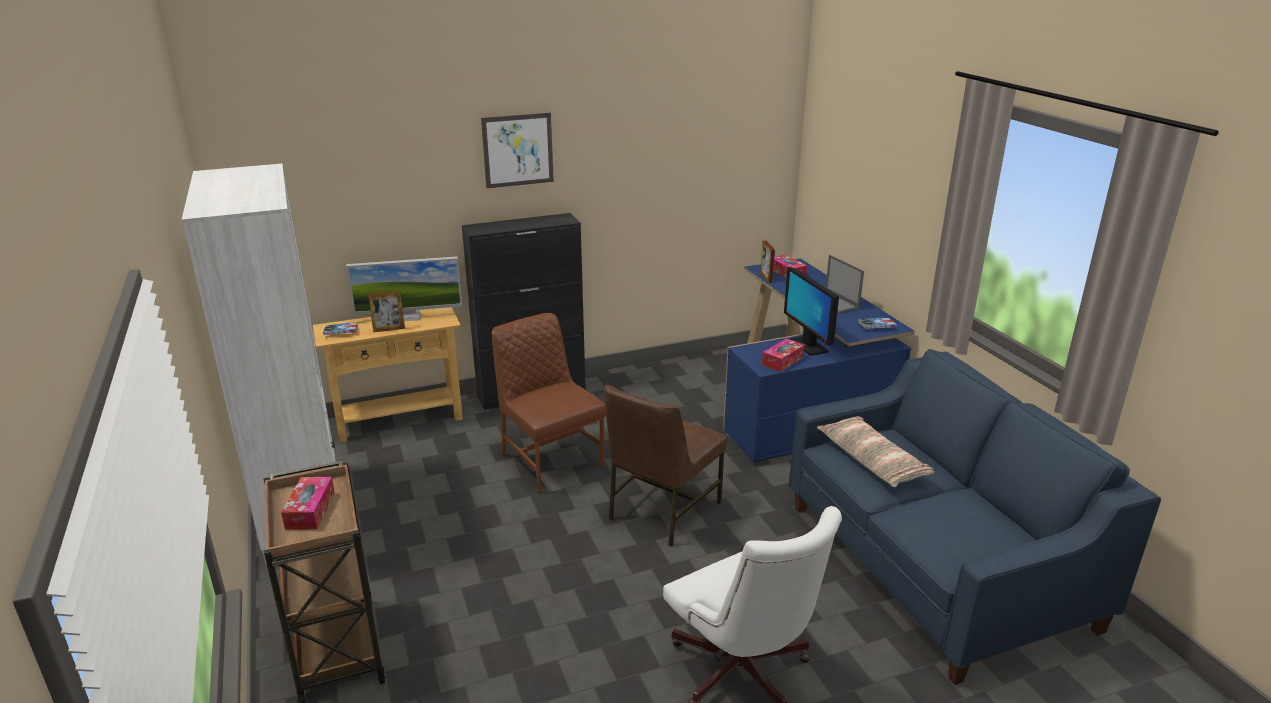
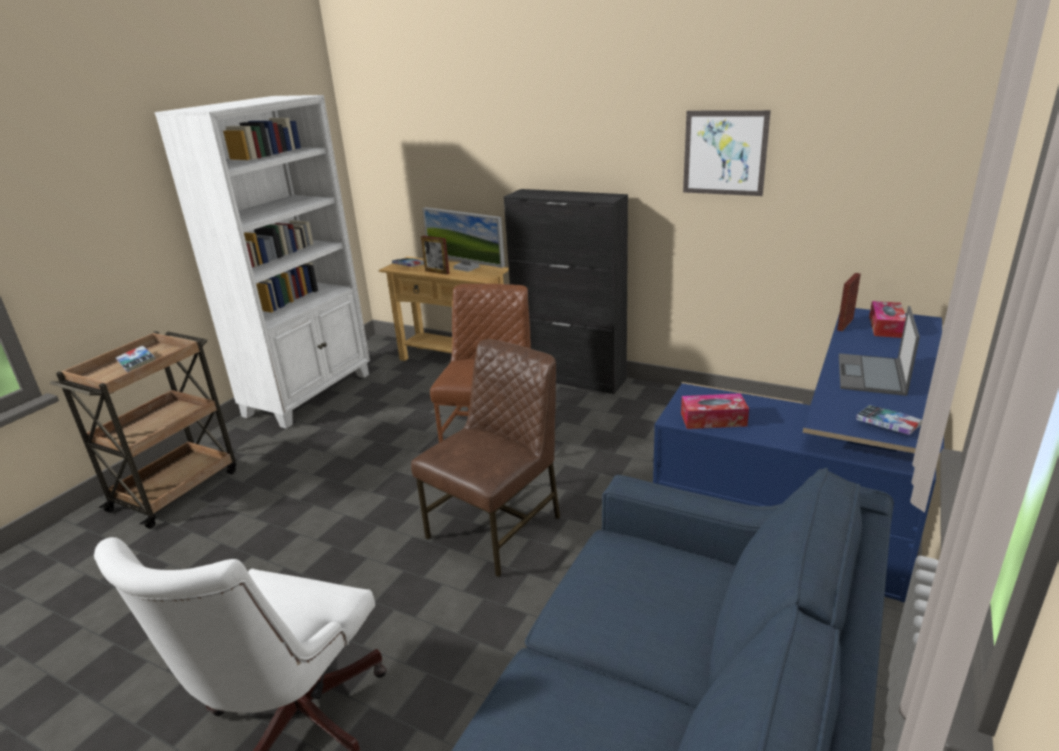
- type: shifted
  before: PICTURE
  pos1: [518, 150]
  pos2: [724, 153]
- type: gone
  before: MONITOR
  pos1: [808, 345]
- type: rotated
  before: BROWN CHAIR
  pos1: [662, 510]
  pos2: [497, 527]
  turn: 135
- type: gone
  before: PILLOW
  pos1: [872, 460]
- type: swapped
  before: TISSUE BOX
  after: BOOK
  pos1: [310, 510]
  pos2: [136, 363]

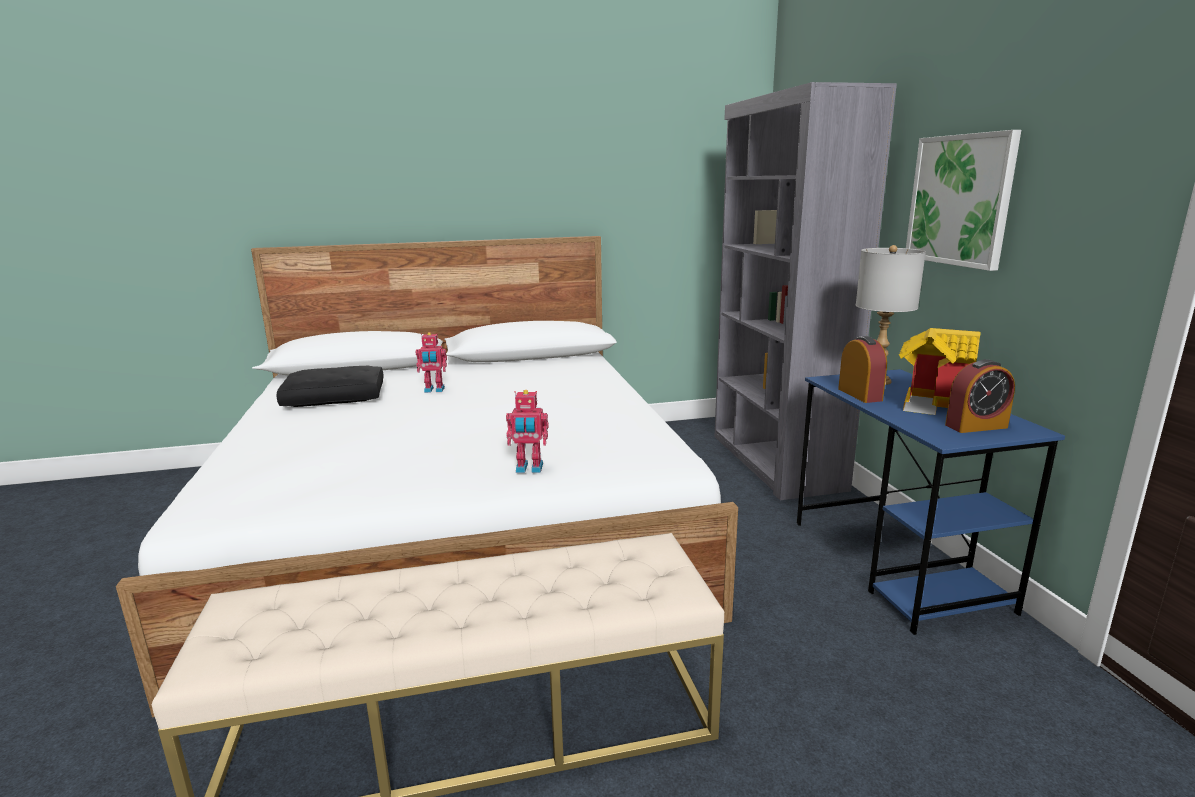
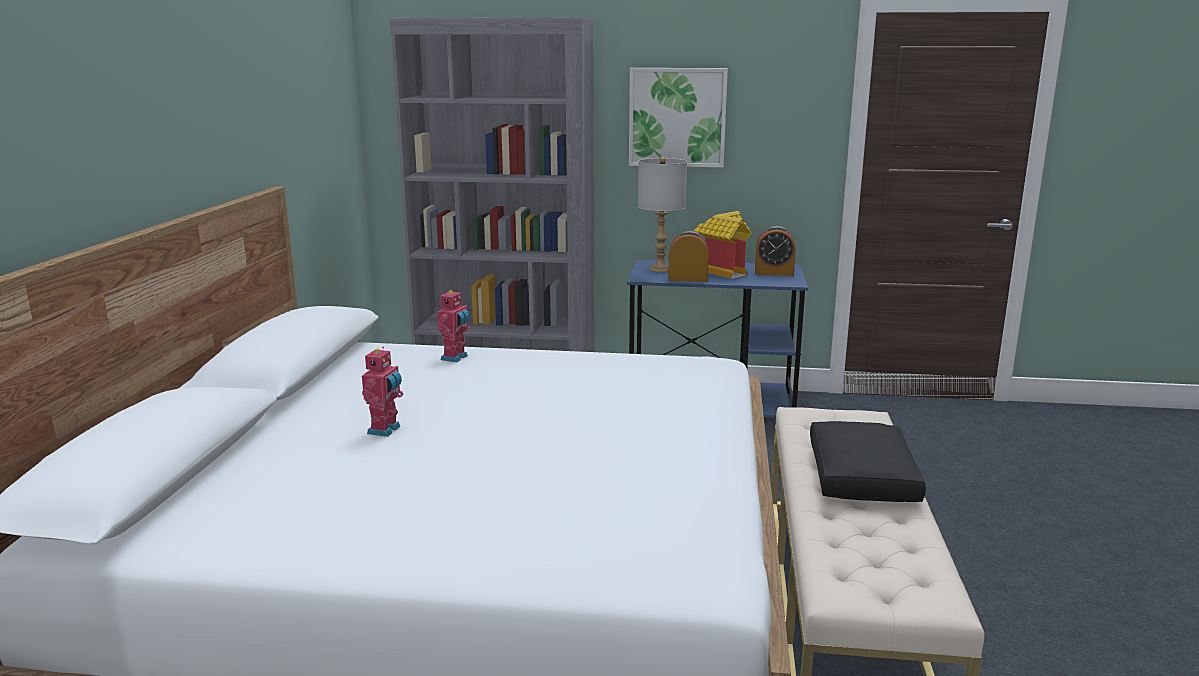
- type: rotated
  before: ALARM CLOCK
  pos1: [976, 426]
  pos2: [774, 273]
  turn: 90
- type: shifted
  before: BLACK PILLOW
  pos1: [336, 397]
  pos2: [859, 476]
- type: shifted
  before: TOY ROBOT
  pos1: [529, 469]
  pos2: [455, 358]

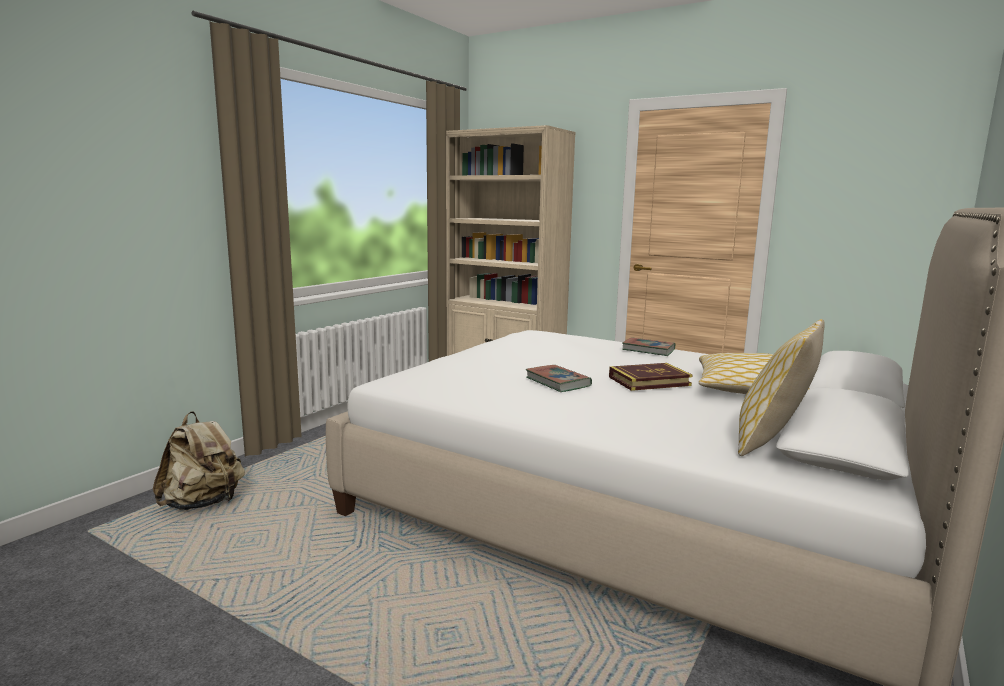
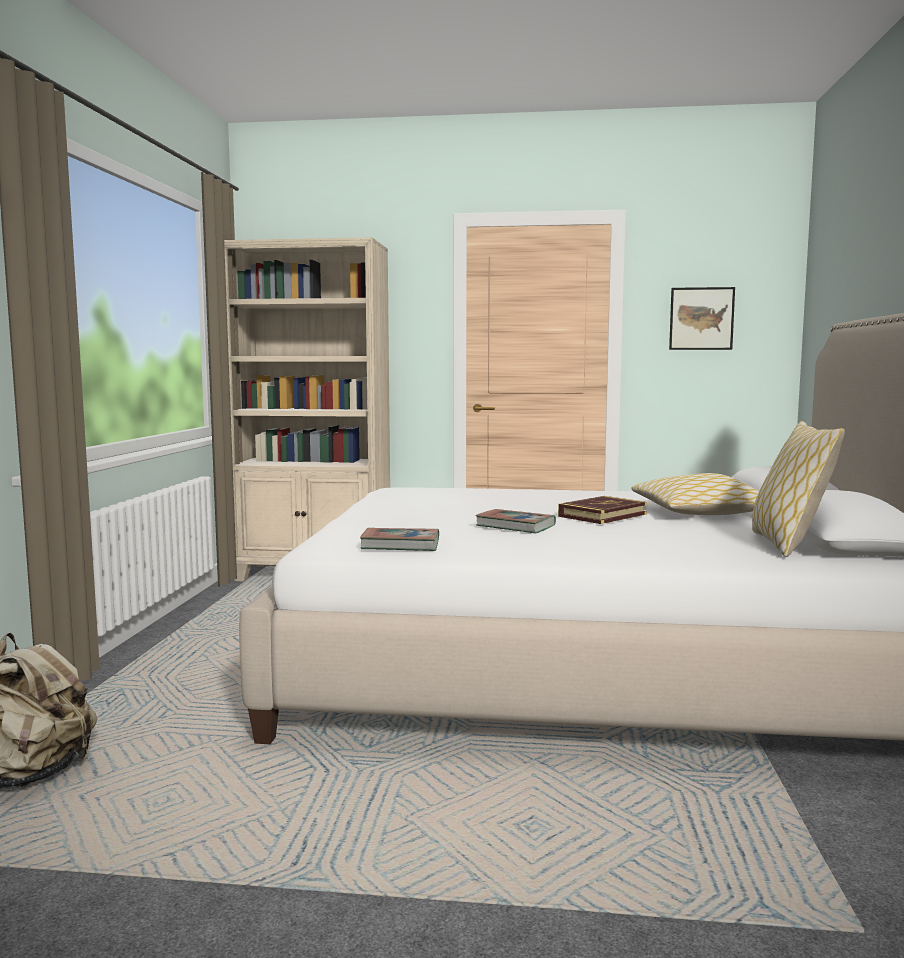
- type: shifted
  before: BOOK
  pos1: [648, 350]
  pos2: [400, 545]
- type: new
  after: PICTURE
  pos2: [701, 318]

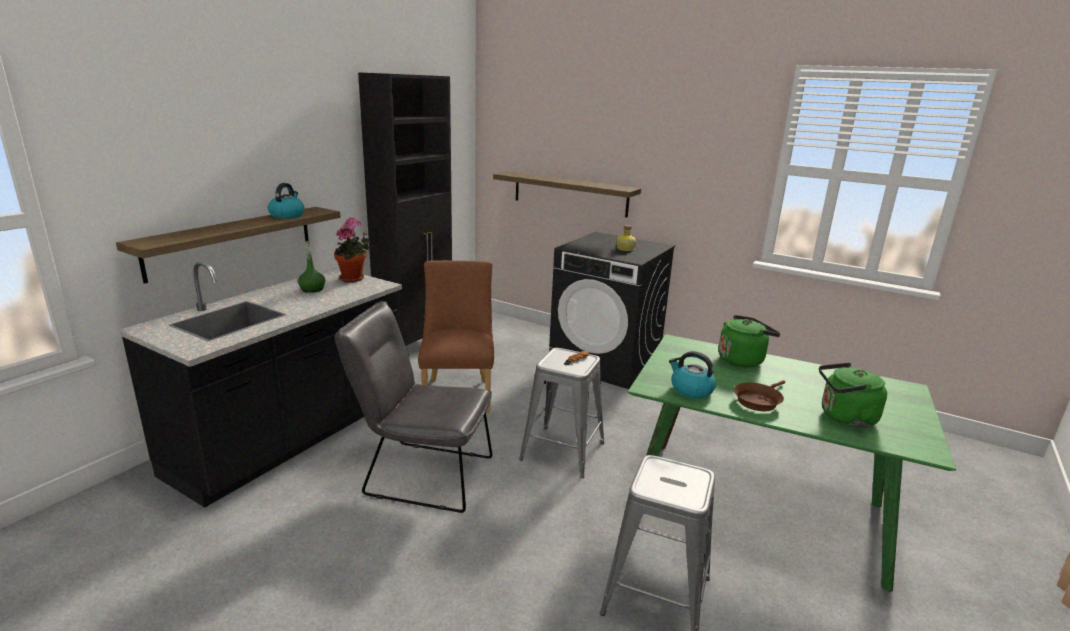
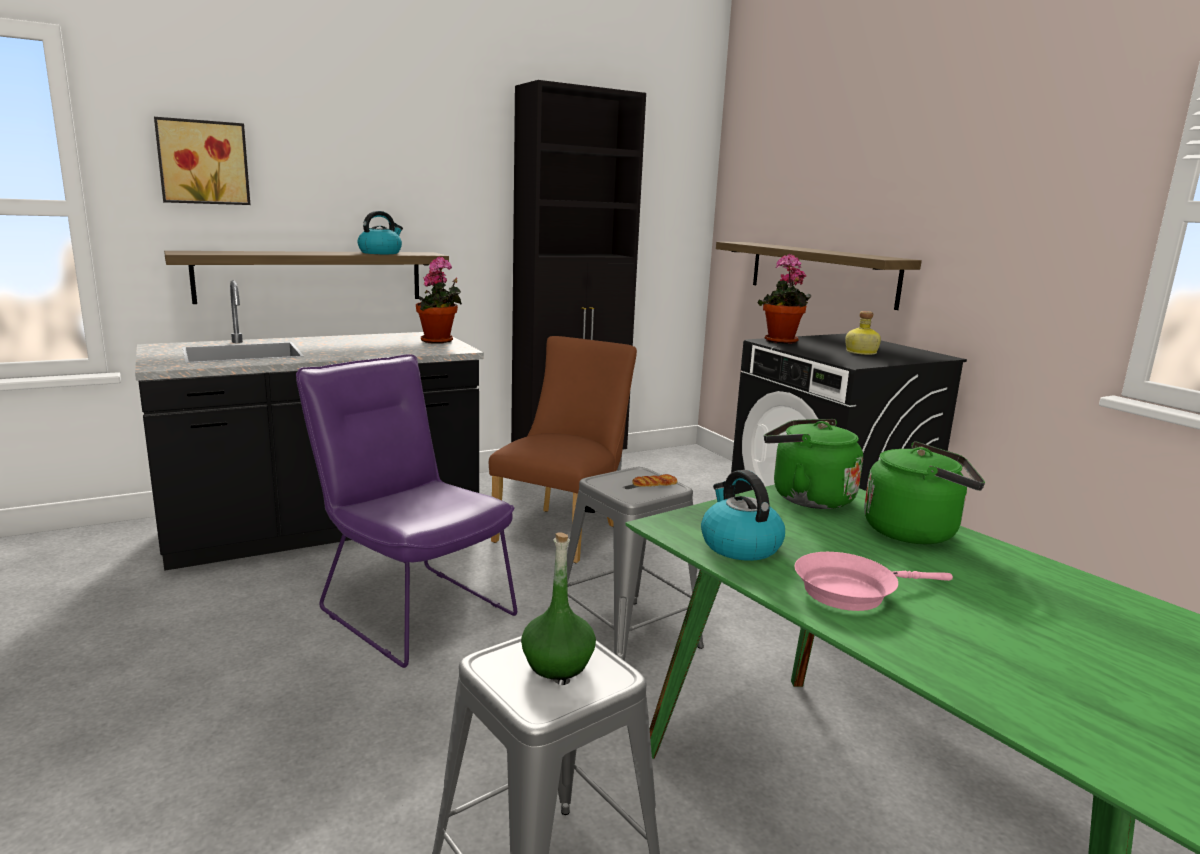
- type: shifted
  before: GREEN BOTTLE
  pos1: [312, 289]
  pos2: [558, 664]
- type: repainted
  before: GREY CHAIR
  after: PURPLE CHAIR
  pos1: [421, 474]
  pos2: [410, 607]
- type: shifted
  before: GREEN KETTLE
  pos1: [844, 417]
  pos2: [806, 497]
- type: repainted
  before: BROWN FRYING PAN
  after: PINK FRYING PAN
  pos1: [758, 400]
  pos2: [851, 591]
- type: new
  after: PICTURE
  pos2: [203, 162]
- type: new
  after: POTTED PLANT
  pos2: [781, 341]

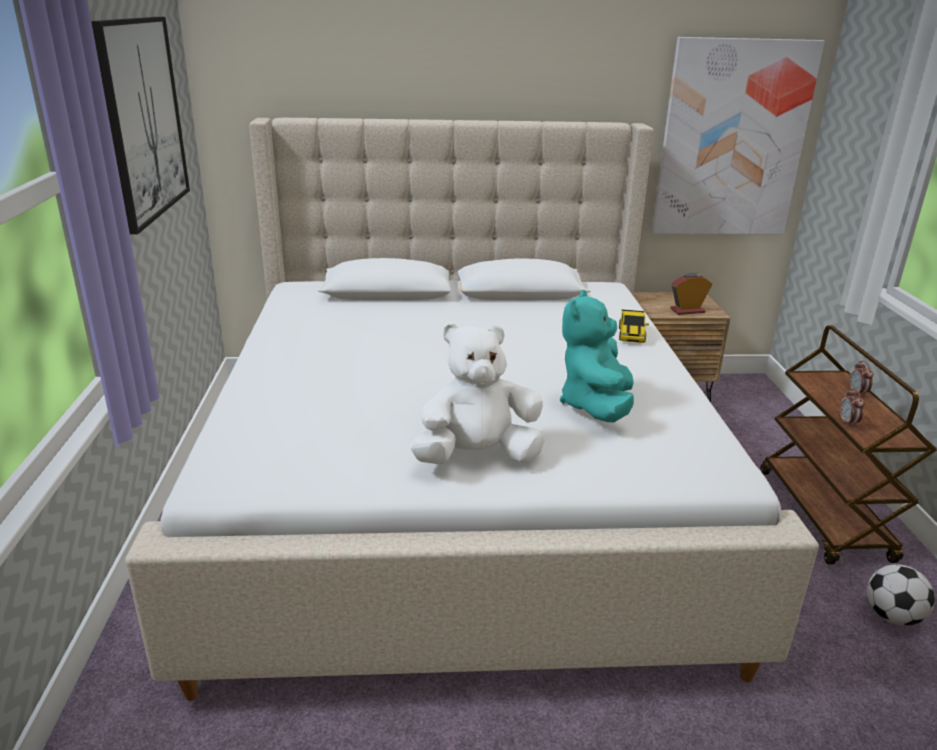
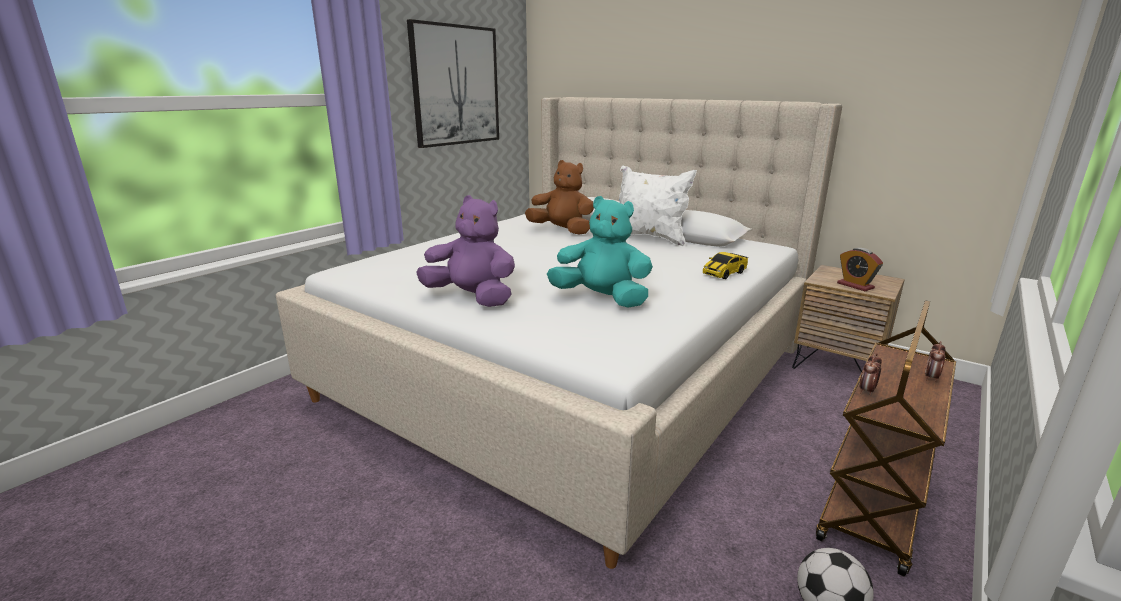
- type: gone
  before: PICTURE
  pos1: [731, 140]
- type: rotated
  before: ALARM CLOCK
  pos1: [687, 311]
  pos2: [855, 285]
  turn: -150
- type: rotated
  before: TURQUOISE PLUSH TOY
  pos1: [596, 406]
  pos2: [602, 299]
  turn: 60
- type: repainted
  before: WHITE PLUSH TOY
  after: PURPLE PLUSH TOY
  pos1: [477, 457]
  pos2: [472, 298]
- type: new
  after: BROWN PLUSH TOY
  pos2: [562, 231]
- type: new
  after: WHITE PILLOW
  pos2: [649, 239]

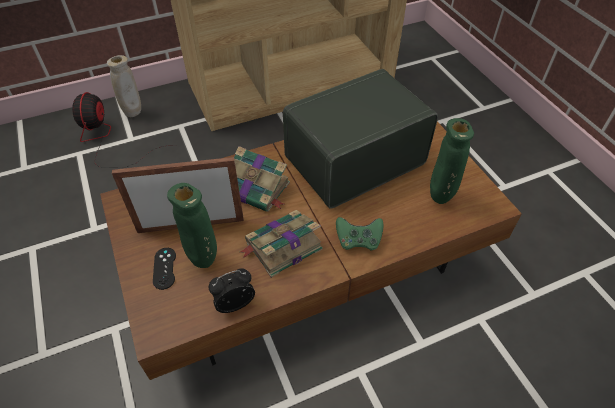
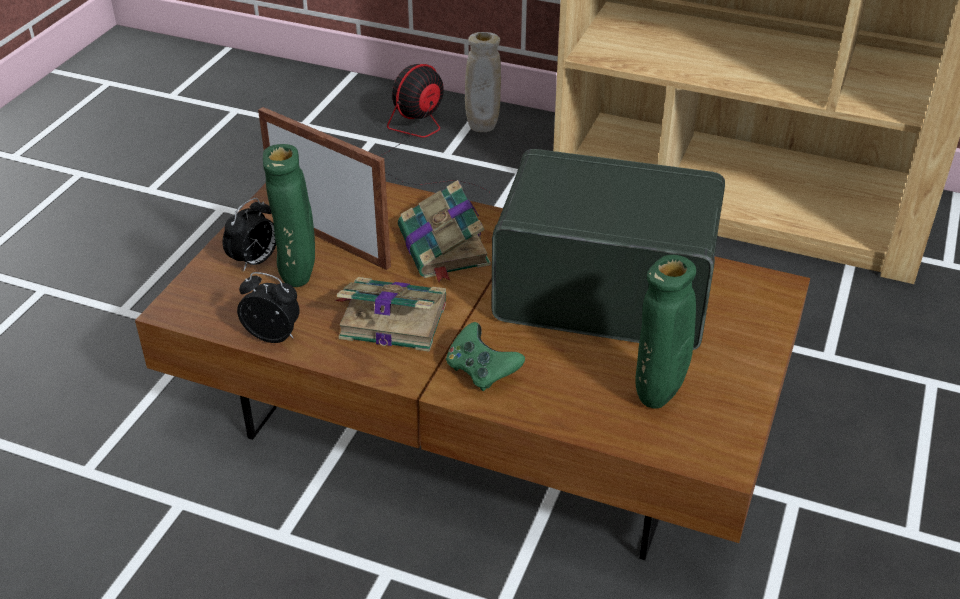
- type: swapped
  before: BLACK GAME CONTROLLER
  after: ALARM CLOCK
  pos1: [164, 268]
  pos2: [255, 261]

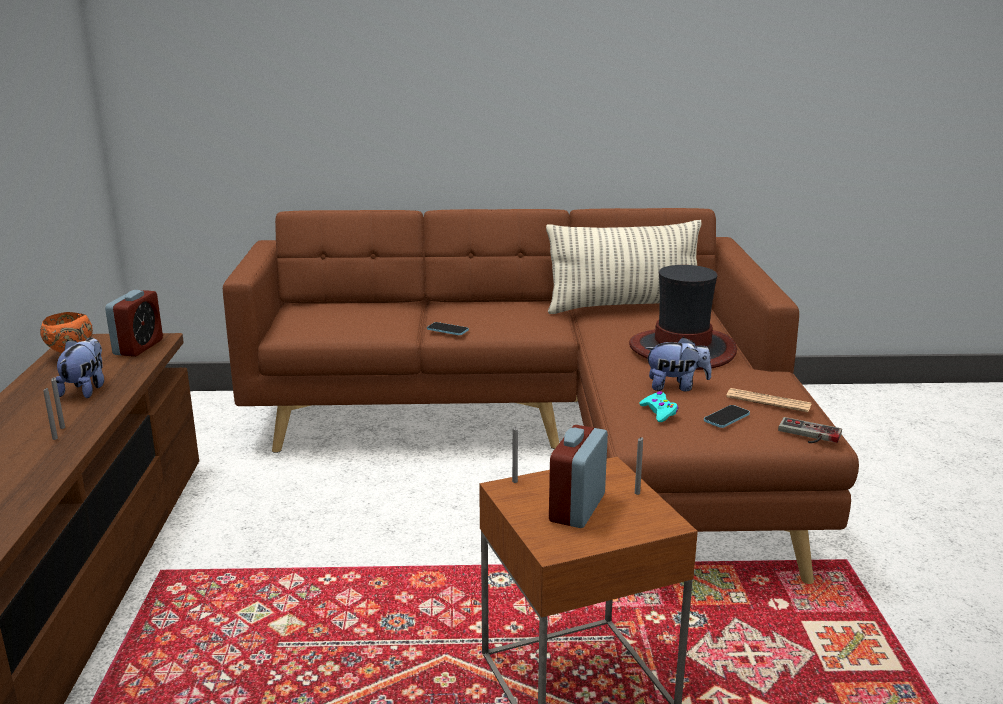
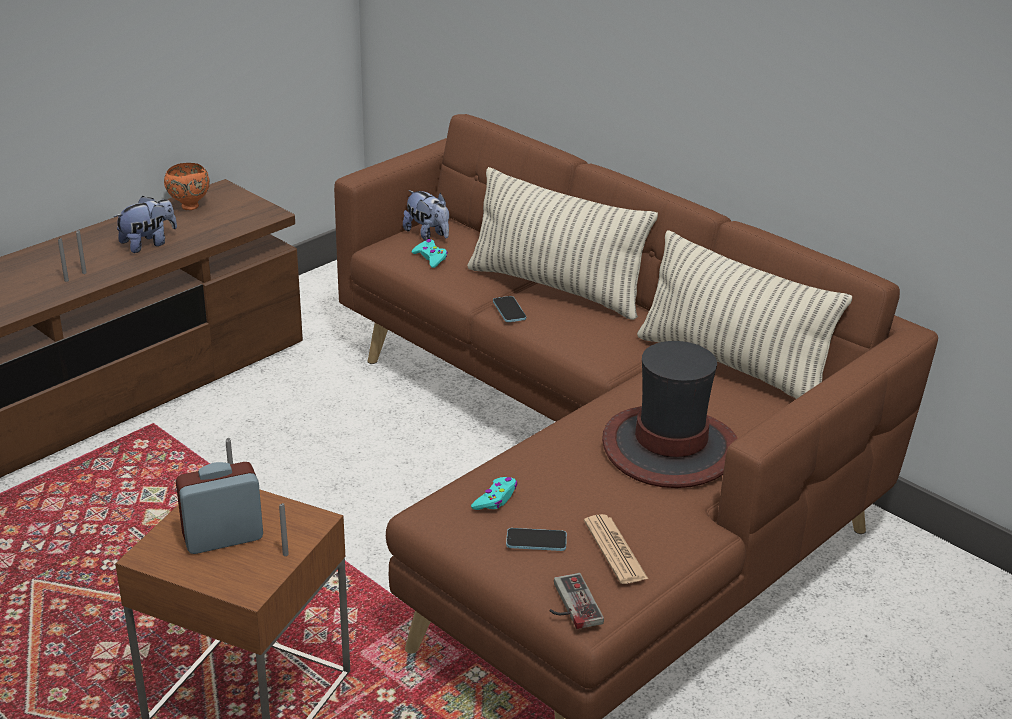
- type: gone
  before: ALARM CLOCK
  pos1: [138, 347]
- type: shifted
  before: PLUSH TOY
  pos1: [676, 386]
  pos2: [428, 235]
- type: new
  after: PILLOW
  pos2: [556, 288]
- type: new
  after: TURQUOISE GAME CONTROLLER
  pos2: [430, 258]

